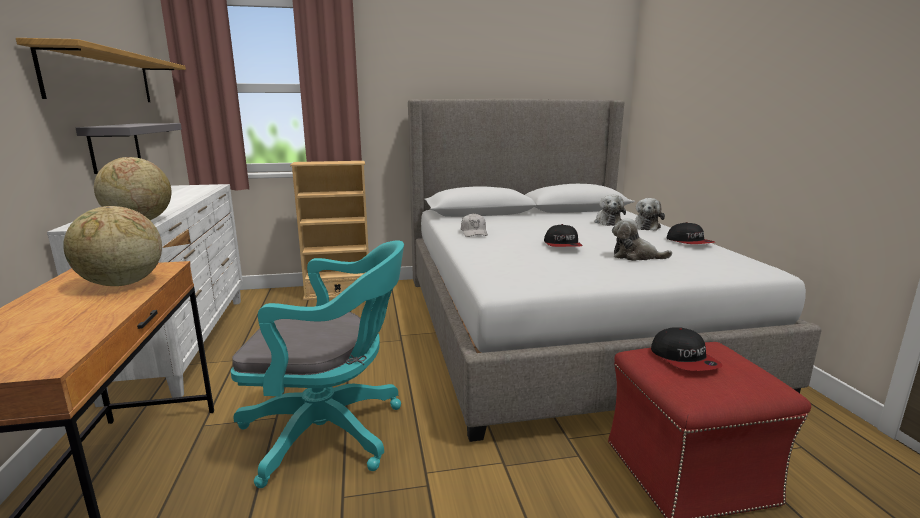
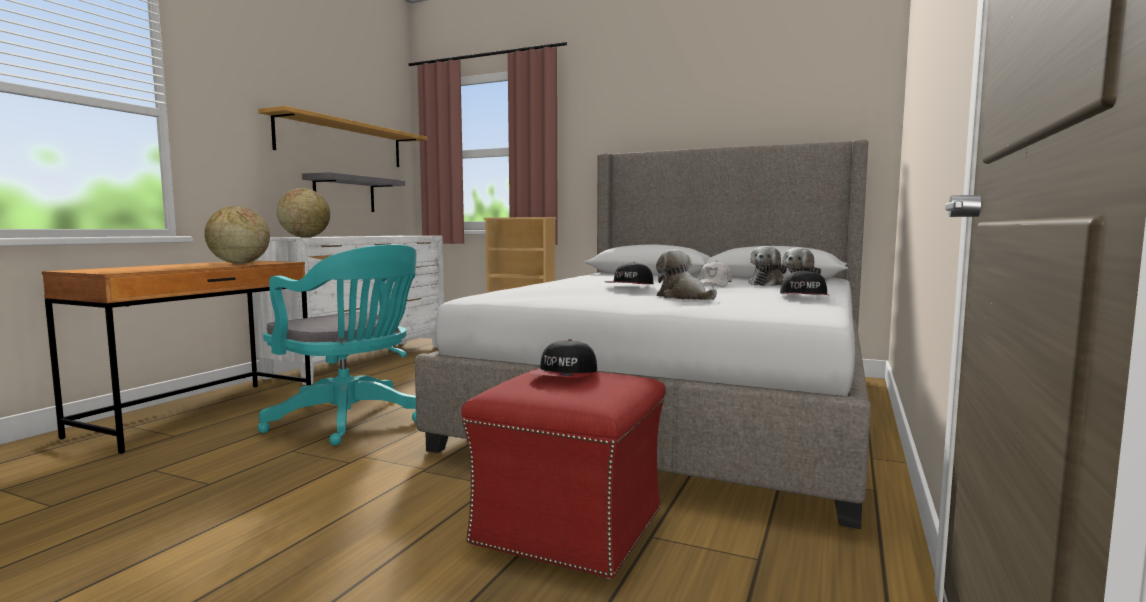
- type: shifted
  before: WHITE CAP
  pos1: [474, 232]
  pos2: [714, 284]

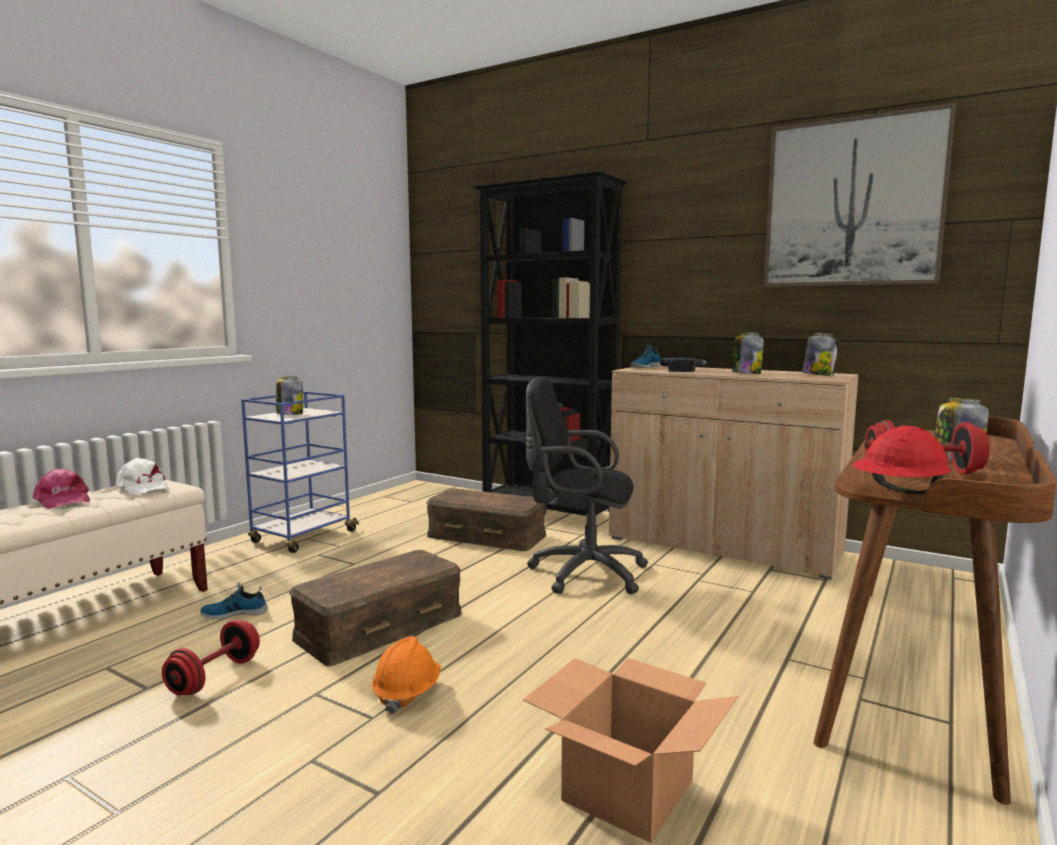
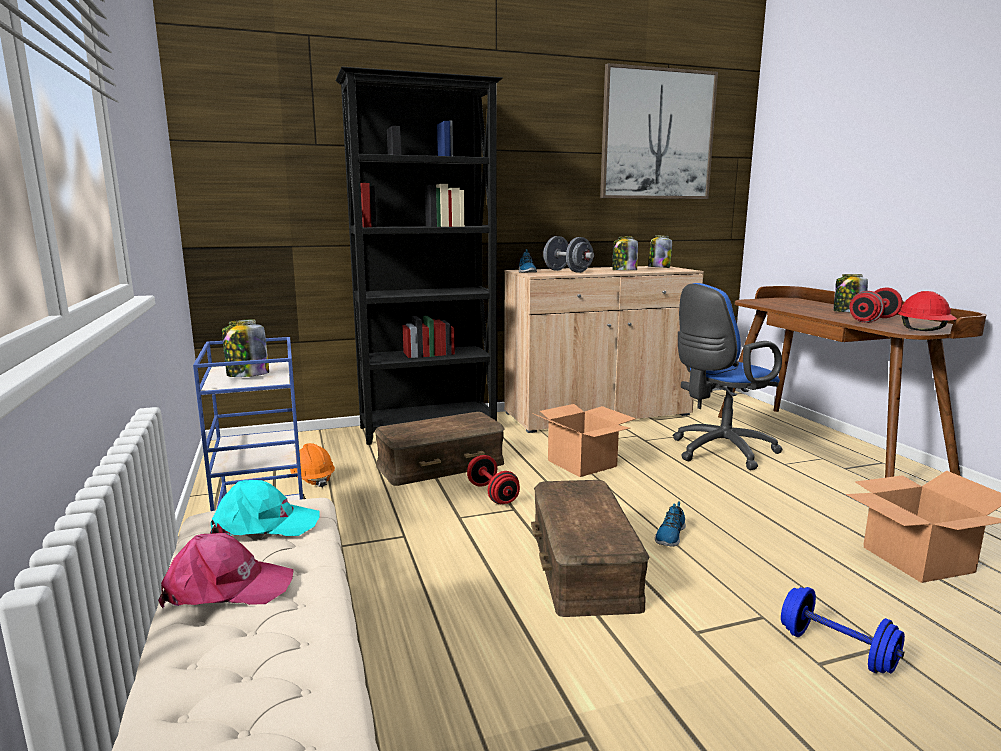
- type: swapped
  before: POWER DRILL
  after: GREY DUMBBELL
  pos1: [684, 369]
  pos2: [567, 271]
- type: swapped
  before: BLACK OFFICE CHAIR
  after: CARDBOARD BOX
  pos1: [581, 573]
  pos2: [581, 463]
- type: repainted
  before: WHITE CAP
  after: TURQUOISE CAP
  pos1: [142, 487]
  pos2: [264, 525]
- type: shifted
  before: SHOE
  pos1: [235, 613]
  pos2: [669, 535]
- type: shifted
  before: RED DUMBBELL
  pos1: [214, 677]
  pos2: [492, 494]
- type: shifted
  before: ORANGE HARD HAT
  pos1: [407, 693]
  pos2: [312, 479]
- type: new
  after: BLUE OFFICE CHAIR
  pos2: [718, 452]
- type: new
  after: BLUE DUMBBELL
  pos2: [836, 650]

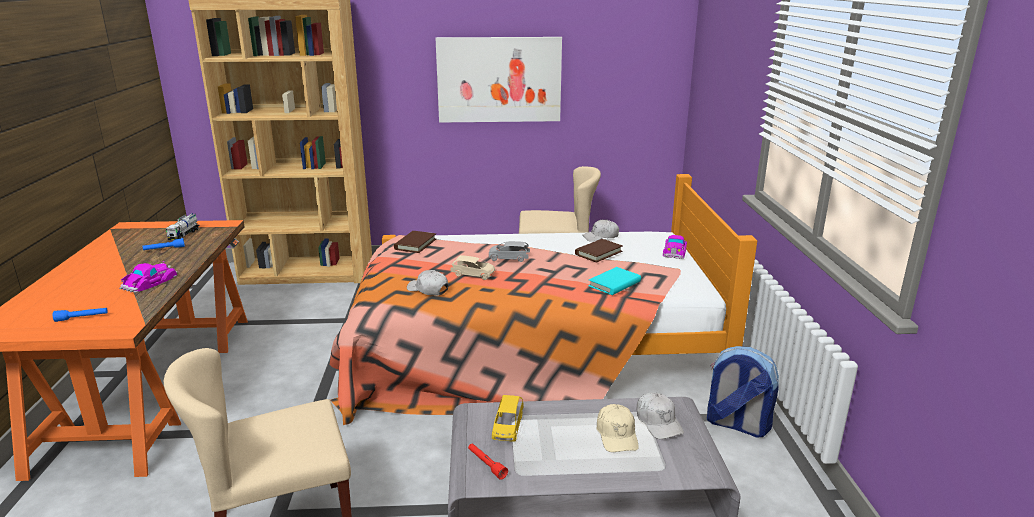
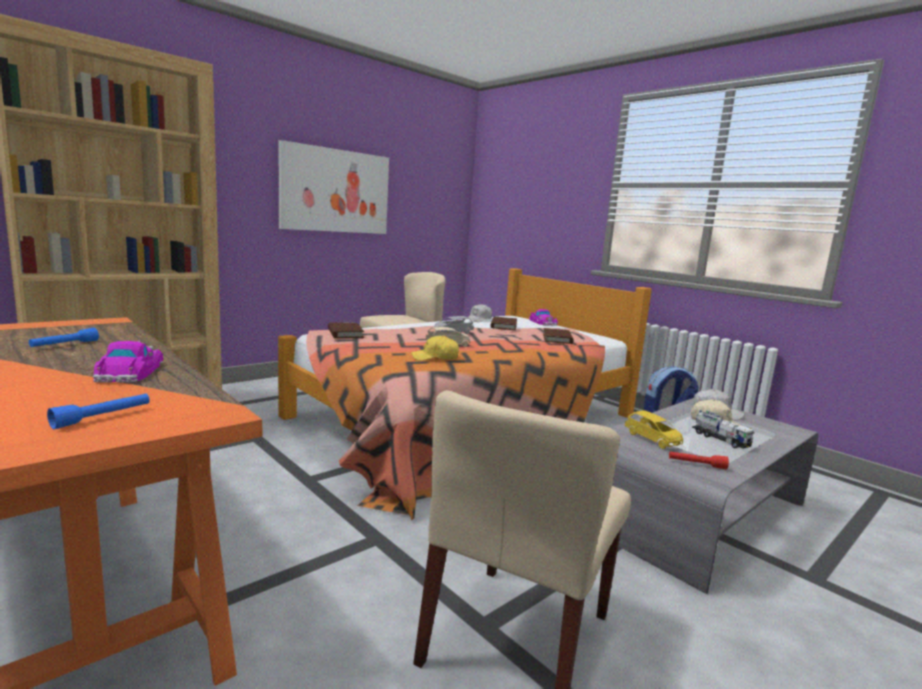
- type: shifted
  before: TOY TRUCK
  pos1: [184, 234]
  pos2: [720, 439]
- type: repainted
  before: TURQUOISE BOOK
  after: BROWN BOOK
  pos1: [614, 284]
  pos2: [557, 339]
- type: repainted
  before: WHITE CAP
  after: YELLOW CAP
  pos1: [428, 290]
  pos2: [435, 358]

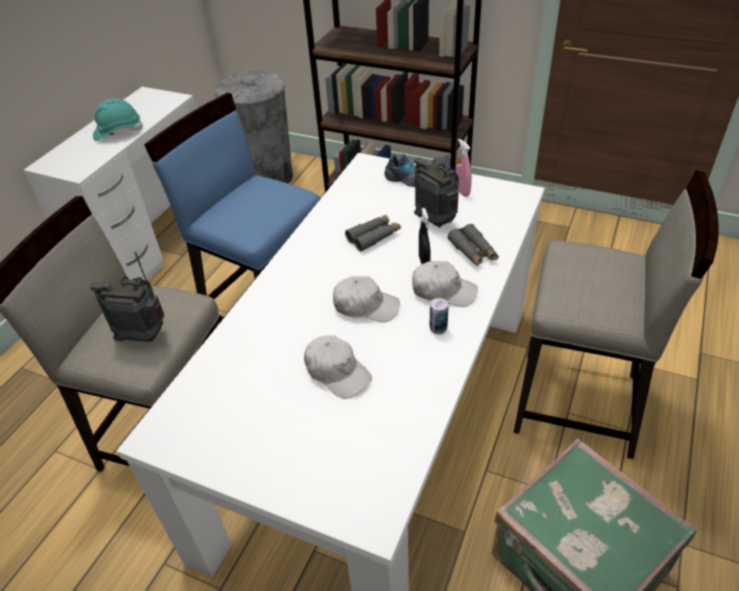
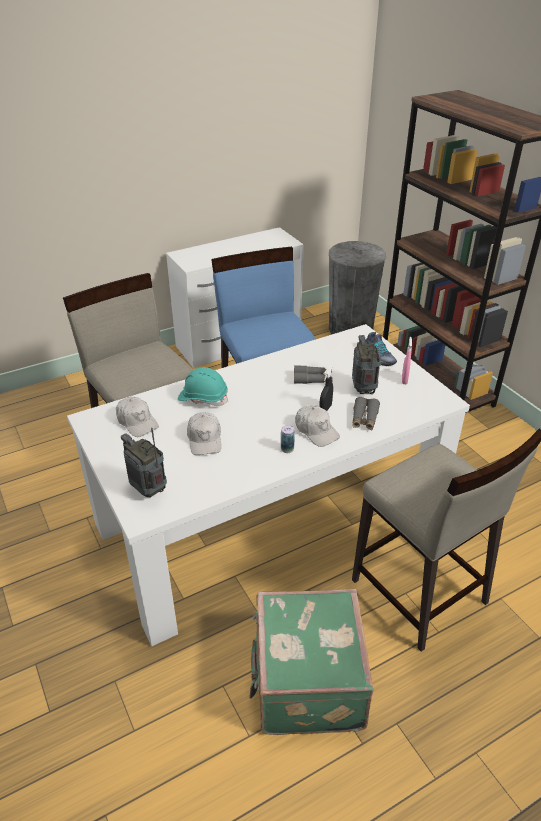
- type: shifted
  before: TURQUOISE HARD HAT
  pos1: [118, 132]
  pos2: [203, 398]
- type: shifted
  before: RADIO
  pos1: [144, 336]
  pos2: [149, 490]
- type: shifted
  before: WHITE CAP
  pos1: [365, 306]
  pos2: [137, 422]

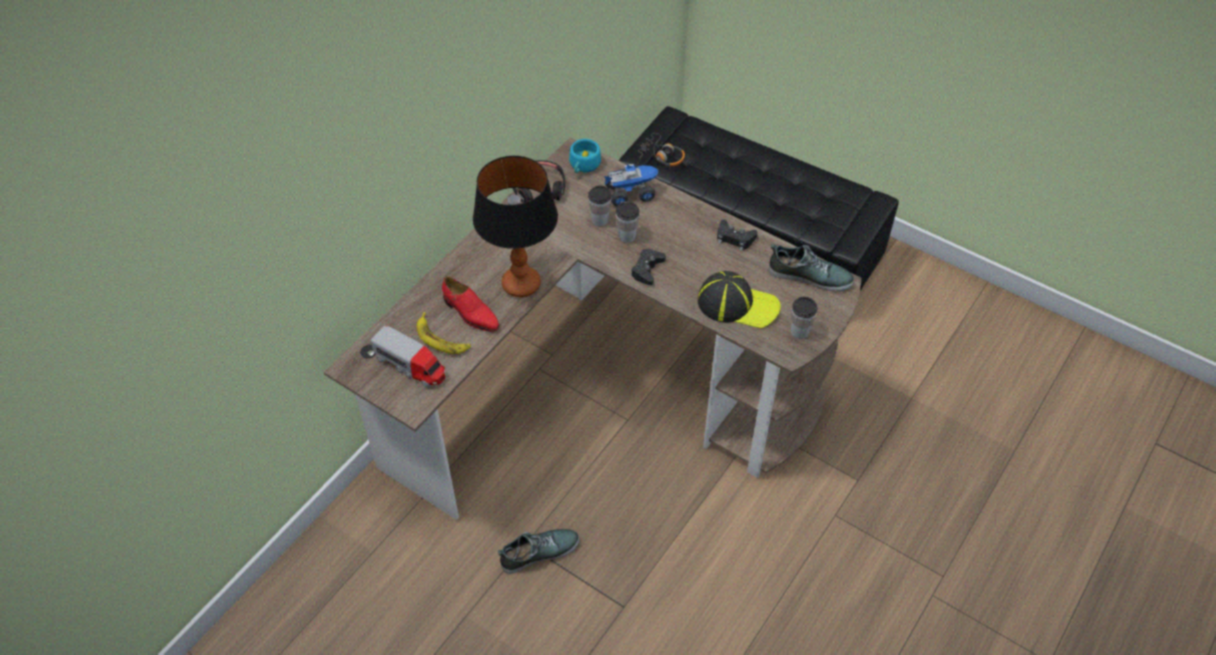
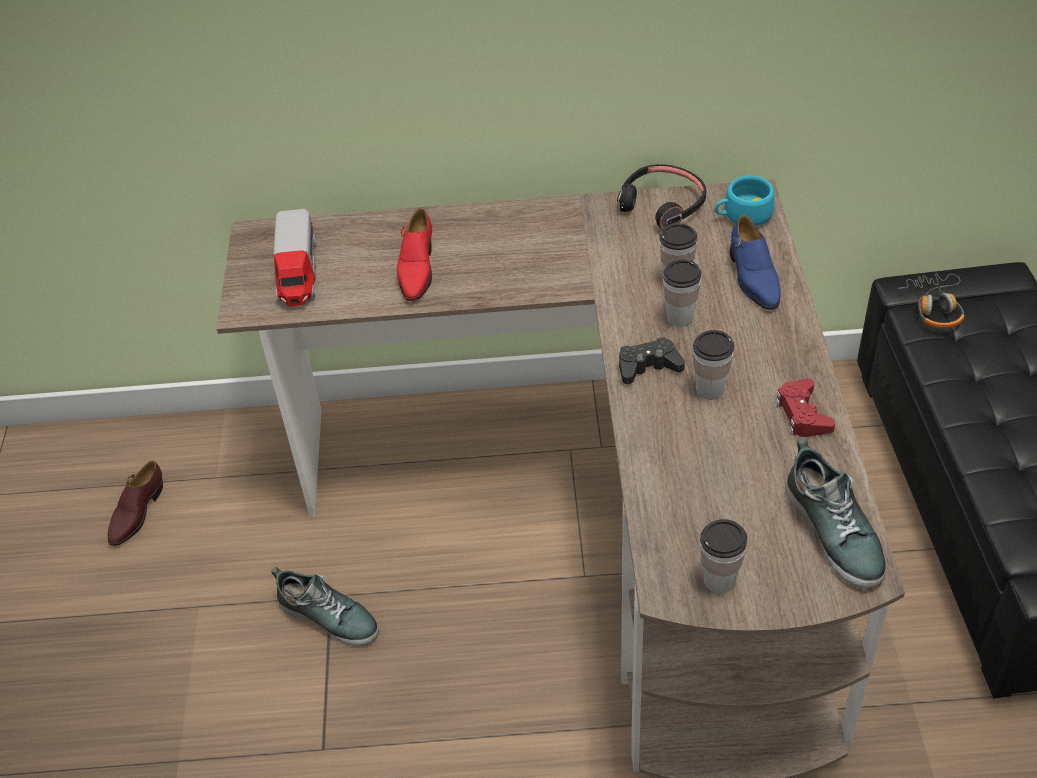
- type: gone
  before: TABLE LAMP
  pos1: [521, 284]
- type: swapped
  before: TOY TRUCK
  after: BLUE SHOE
  pos1: [630, 193]
  pos2: [753, 278]
- type: repainted
  before: BLACK GAME CONTROLLER
  after: RED GAME CONTROLLER
  pos1: [734, 238]
  pos2: [802, 414]
- type: gone
  before: CAP
  pos1: [737, 304]
- type: gone
  before: BANANA
  pos1: [442, 338]
- type: new
  after: CUP
  pos2: [710, 389]
- type: new
  after: BROWN SHOE
  pos2: [136, 513]

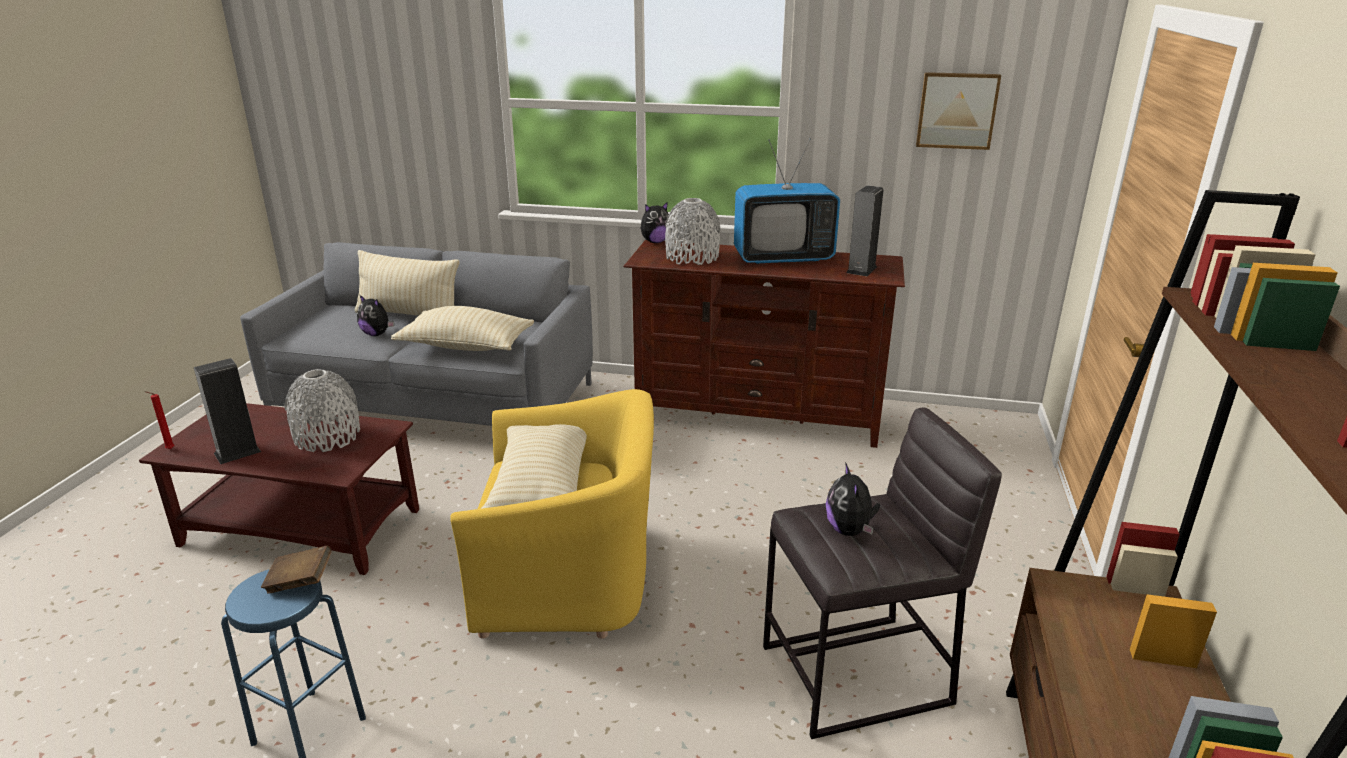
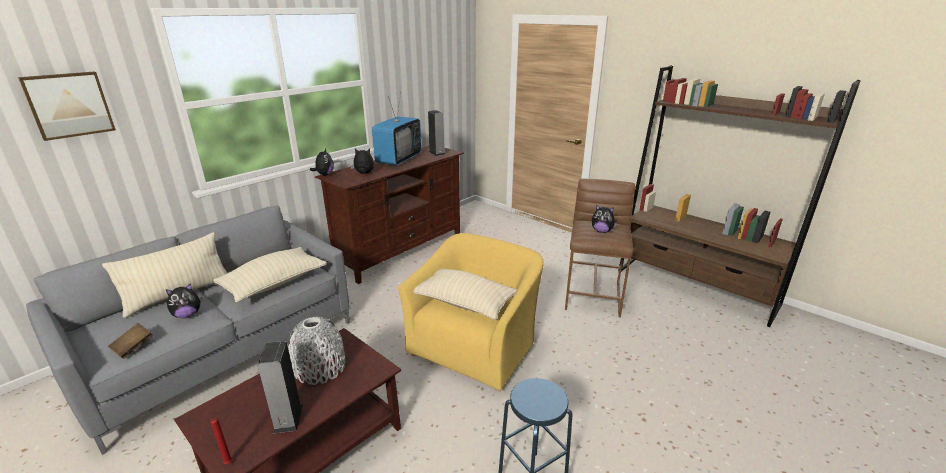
- type: shifted
  before: PICTURE
  pos1: [957, 110]
  pos2: [69, 105]
- type: swapped
  before: GREY VASE
  after: PLUSH TOY
  pos1: [692, 257]
  pos2: [364, 173]
- type: repainted
  before: GREY STOOL
  after: BROWN STOOL
  pos1: [858, 675]
  pos2: [594, 295]
- type: shifted
  before: BROWN BOOK
  pos1: [300, 582]
  pos2: [133, 347]

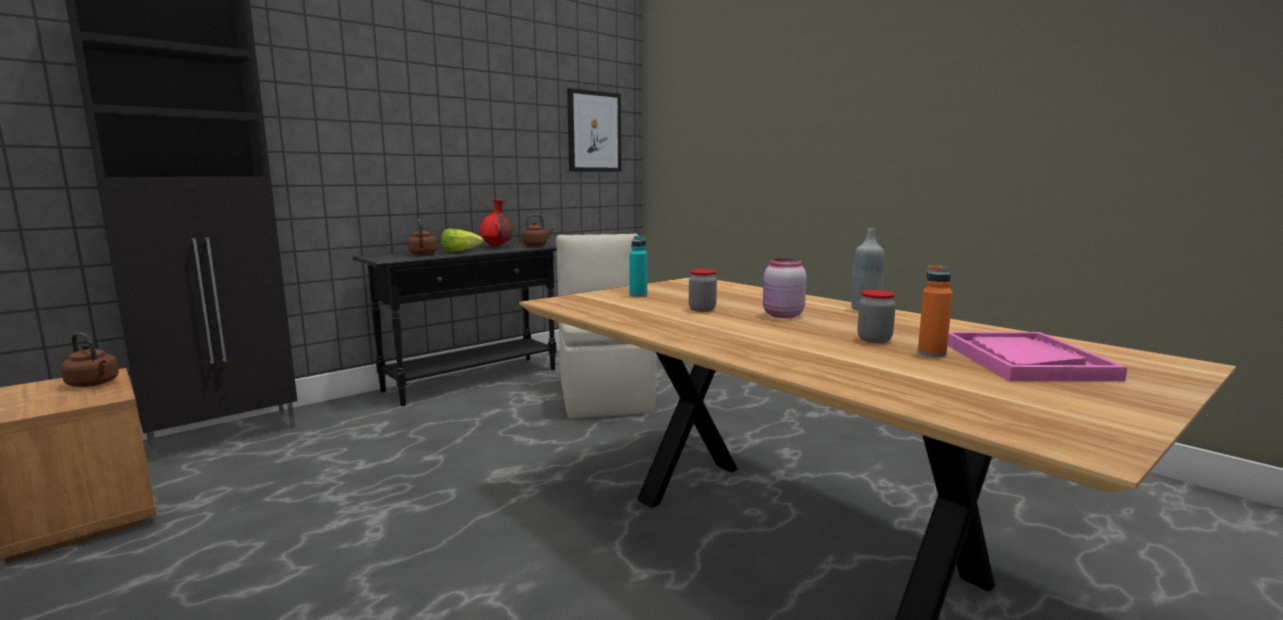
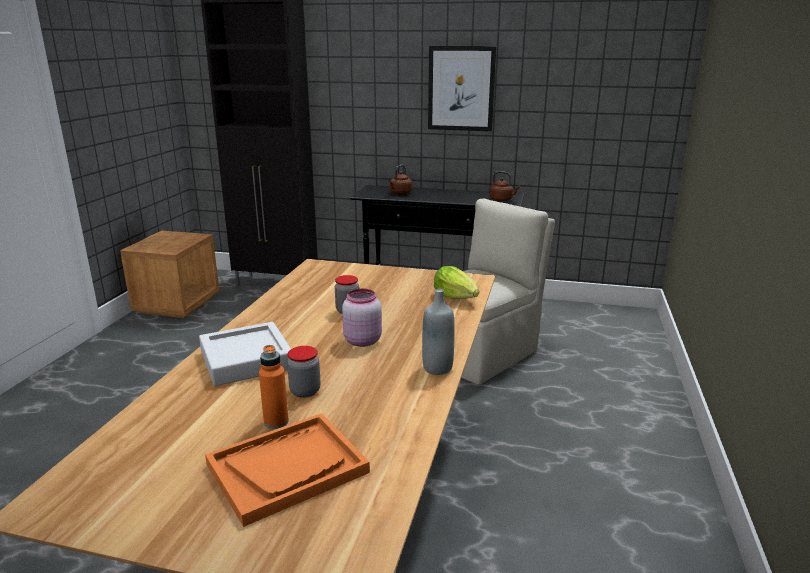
- type: shifted
  before: PICTURE
  pos1: [594, 132]
  pos2: [461, 88]
- type: gone
  before: RED VASE
  pos1: [496, 247]
- type: shifted
  before: LETTUCE
  pos1: [460, 251]
  pos2: [456, 297]
- type: gone
  before: TURQUOISE BOTTLE
  pos1: [638, 295]
- type: gone
  before: BROWN KETTLE
  pos1: [94, 384]
- type: repainted
  before: PINK TRAY
  after: ORANGE TRAY
  pos1: [1024, 360]
  pos2: [287, 468]
- type: new
  after: GREY TRAY
  pos2: [246, 360]

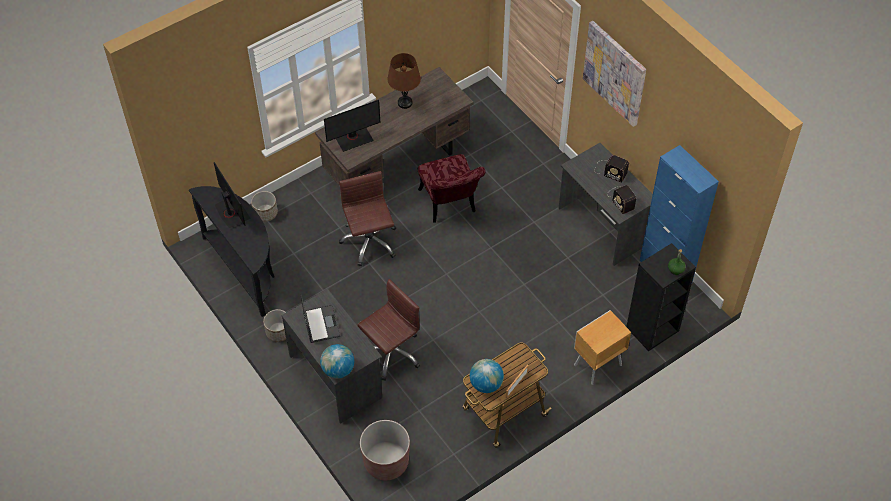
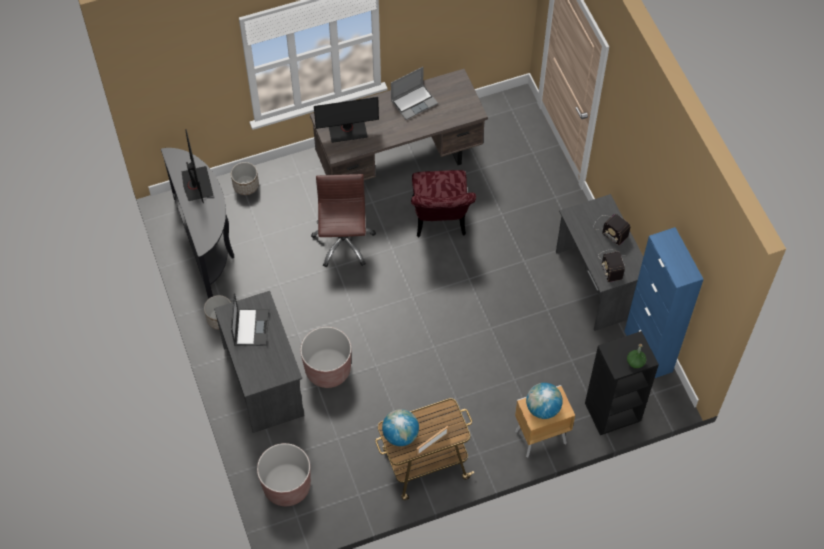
- type: gone
  before: PICTURE
  pos1: [615, 73]
- type: swapped
  before: BROWN TABLE LAMP
  after: LAPTOP
  pos1: [405, 103]
  pos2: [414, 102]
- type: swapped
  before: BROWN OFFICE CHAIR
  after: BROWN PLANTER
  pos1: [391, 353]
  pos2: [328, 369]
- type: shifted
  before: GLOBE
  pos1: [338, 370]
  pos2: [542, 408]

